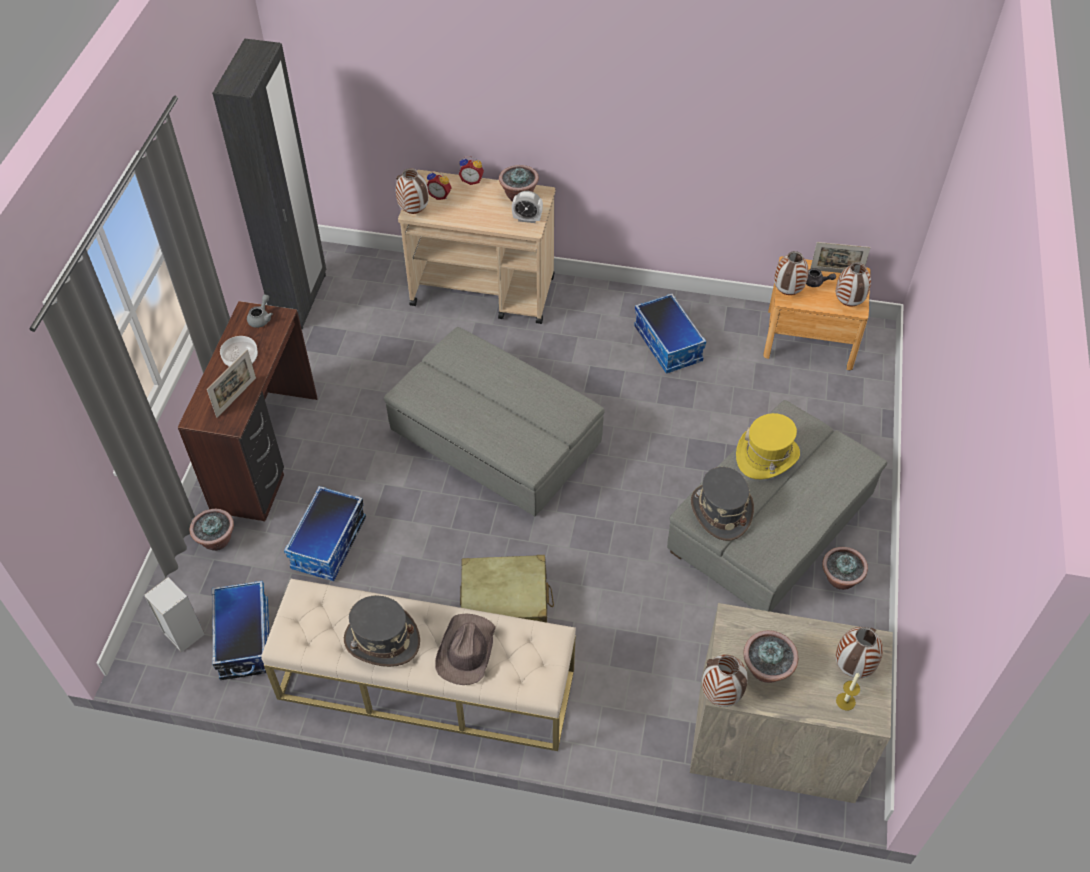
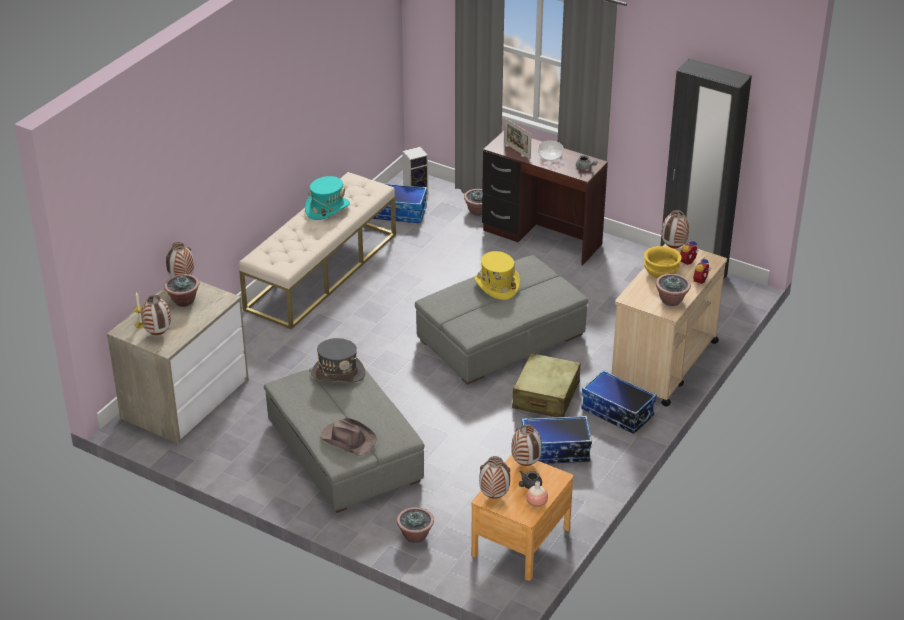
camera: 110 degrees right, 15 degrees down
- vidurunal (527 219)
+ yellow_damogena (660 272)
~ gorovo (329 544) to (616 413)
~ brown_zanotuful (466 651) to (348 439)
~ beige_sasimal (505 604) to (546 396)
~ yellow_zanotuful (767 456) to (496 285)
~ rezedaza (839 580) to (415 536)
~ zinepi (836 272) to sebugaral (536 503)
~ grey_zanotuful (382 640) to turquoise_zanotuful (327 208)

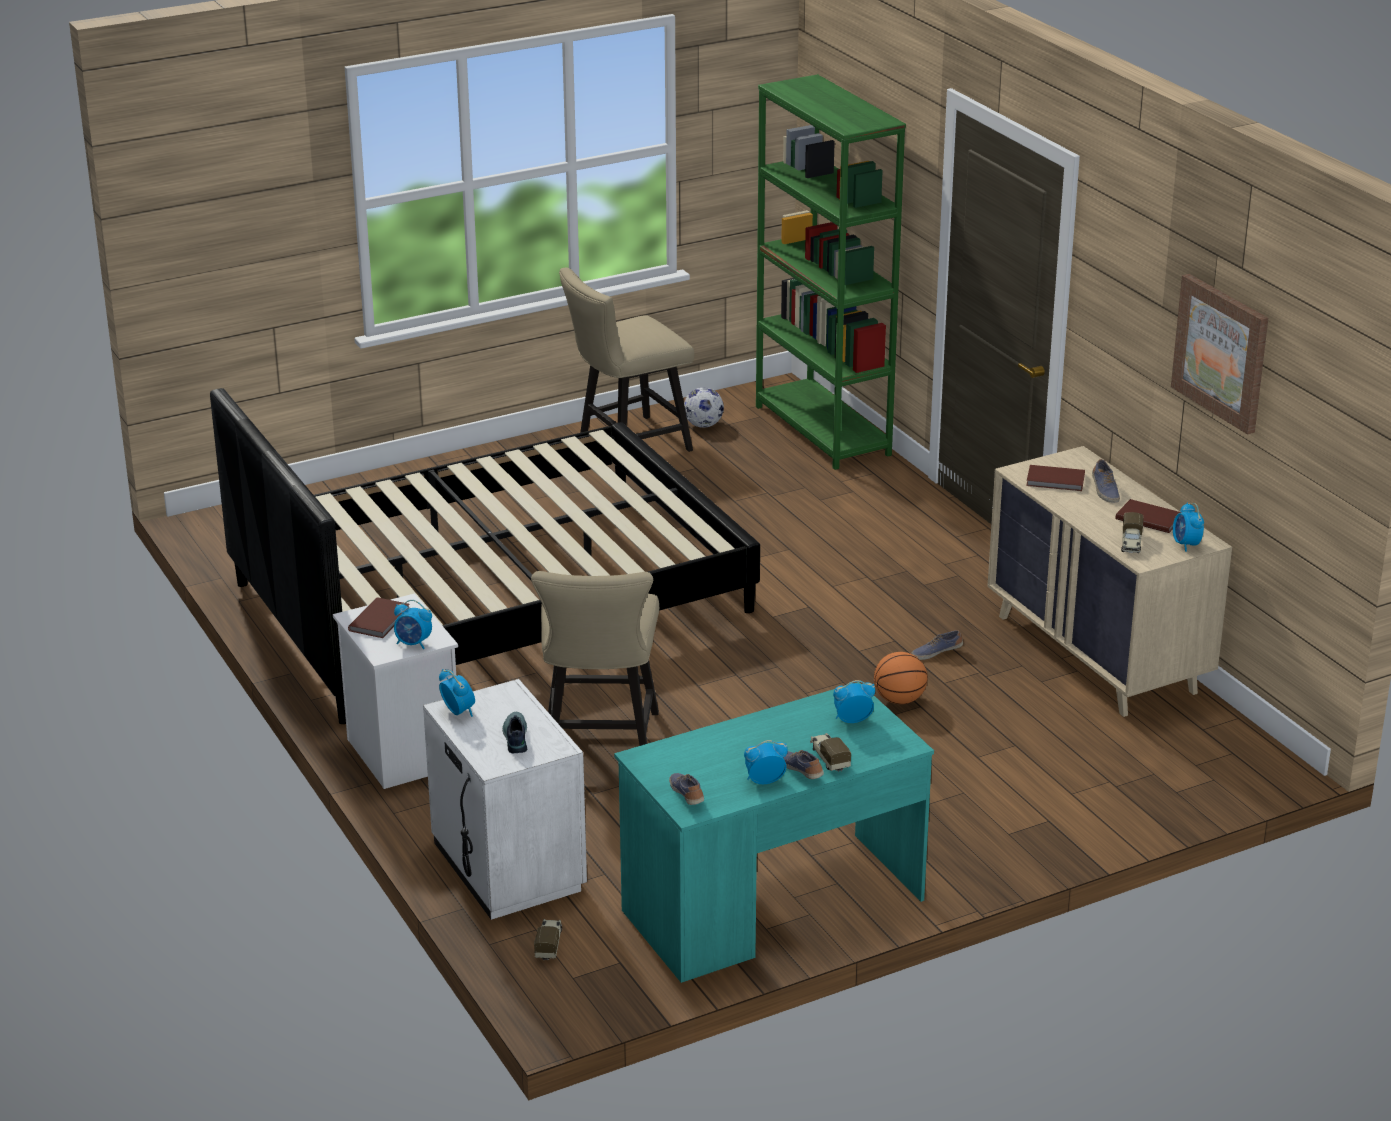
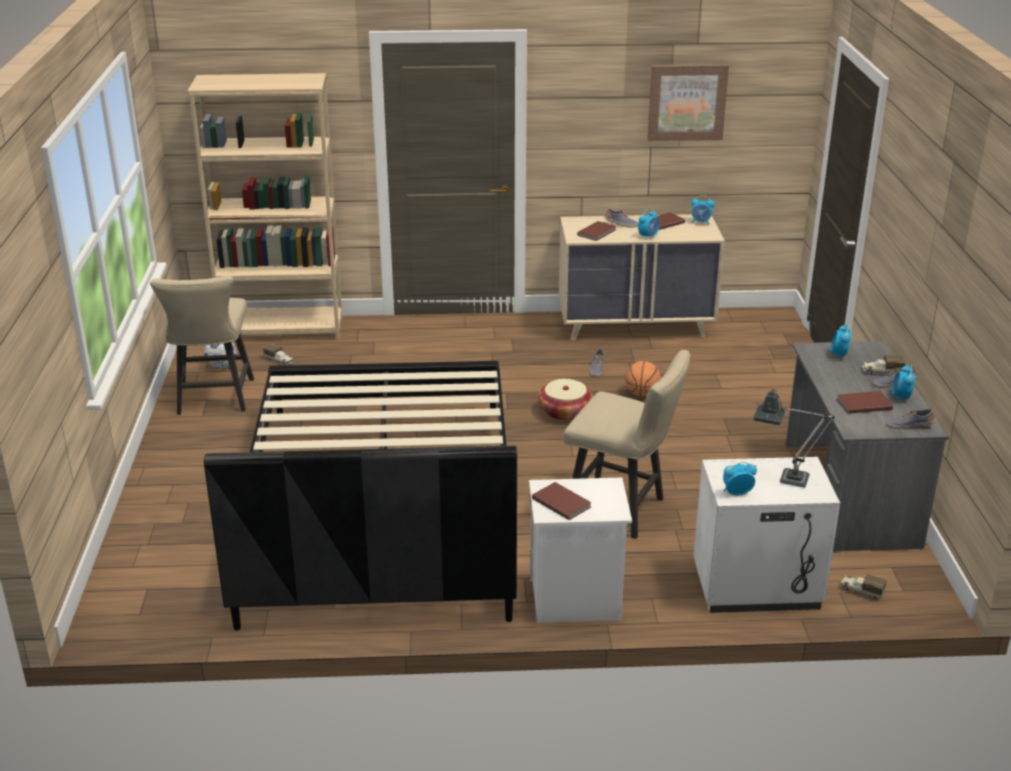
camera: 65 degrees left, 0 degrees up
+ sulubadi (565 412)
+ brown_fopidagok (863 404)
~ vidurunal (413 644) to (648 236)
~ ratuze (1131 544) to (279 361)
~ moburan (514 737) to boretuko (786 478)
~ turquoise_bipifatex (772 906) to grey_bipifatex (849 495)
~ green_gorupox (822 431) to beige_gorupox (282 330)

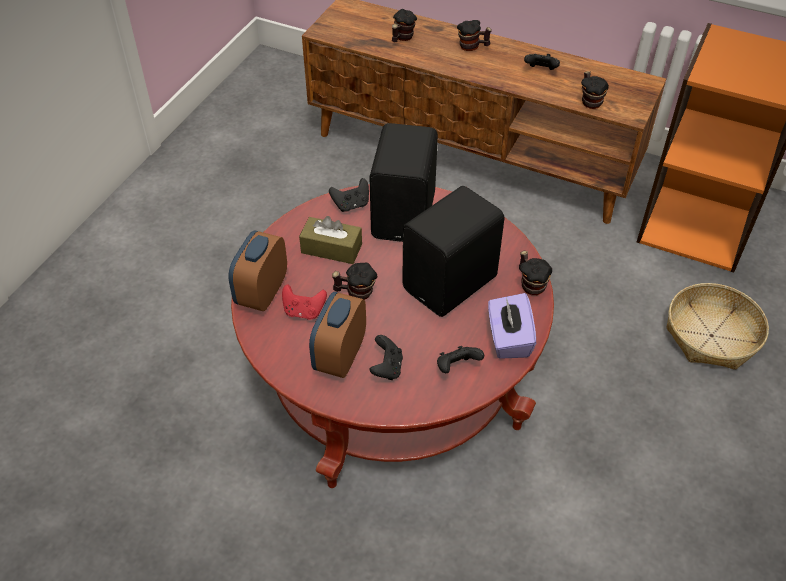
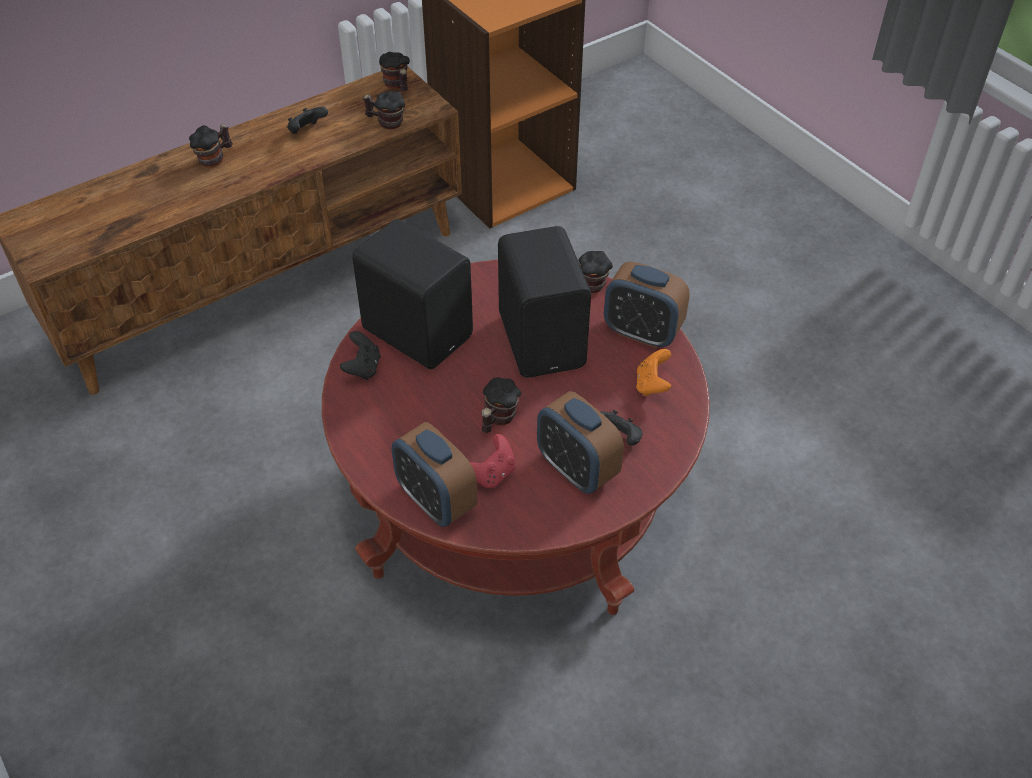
camera: 60 degrees left, 0 degrees up
- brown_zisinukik (331 248)
- sulubadi (712 336)
~ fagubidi (401 38) to (397 86)
~ purple_zisinukik (508 339) to vidurunal (642 332)
~ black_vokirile (457 367) to orange_vokirile (652 385)

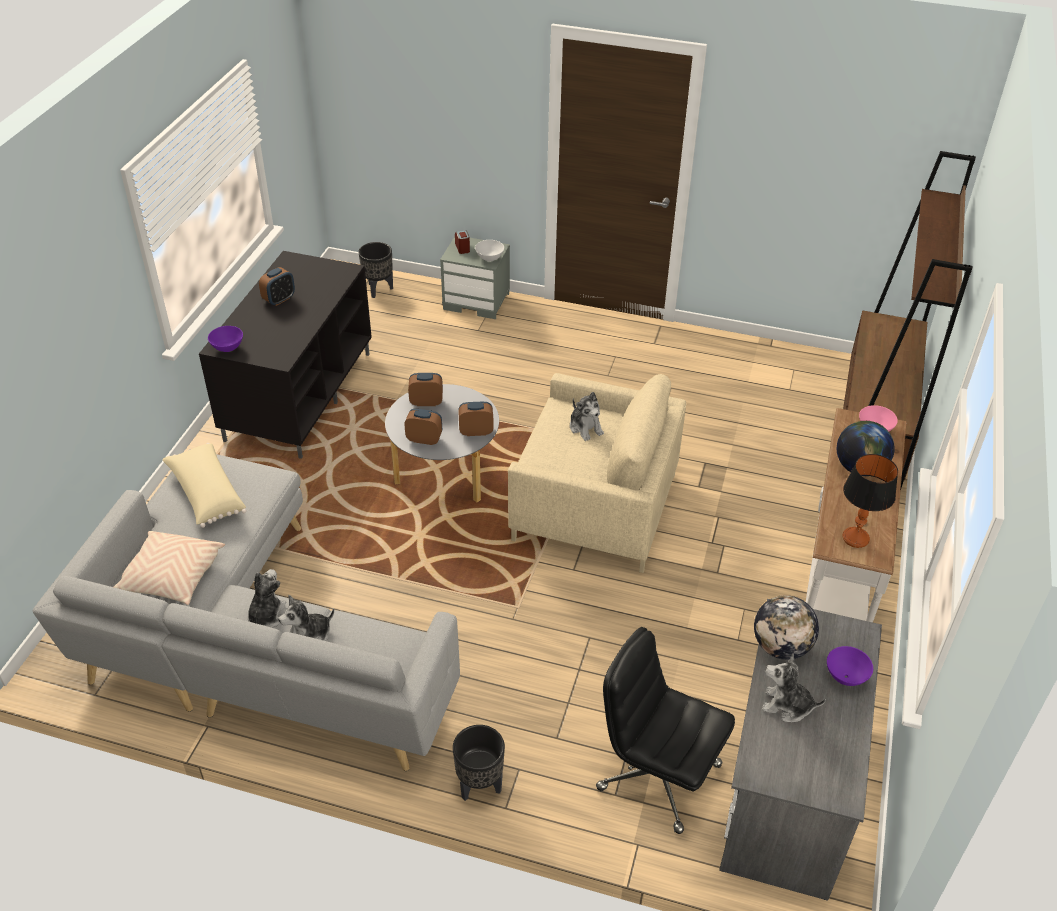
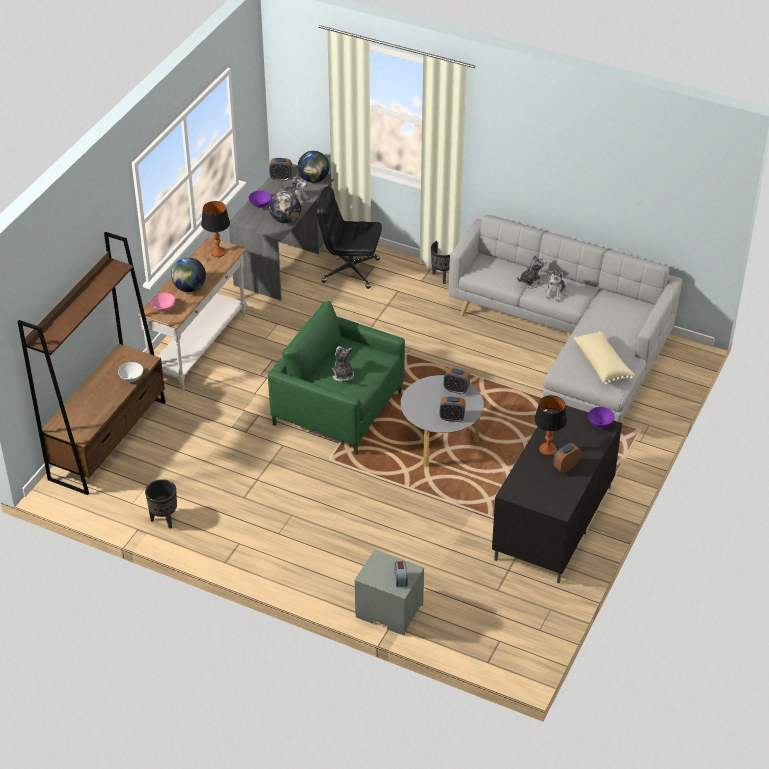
camera: 170 degrees left, 0 degrees up
- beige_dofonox (172 577)
+ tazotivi (314 179)
+ boretuko (547 449)
~ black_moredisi (379 290) to (164 519)
~ vidurunal (476 431) to (281 178)
~ white_damogena (489 259) to (132 379)
~ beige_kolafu (594 508) to green_kolafu (338 408)
~ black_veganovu (657 776) = (349 271) 150 degrees clockwise

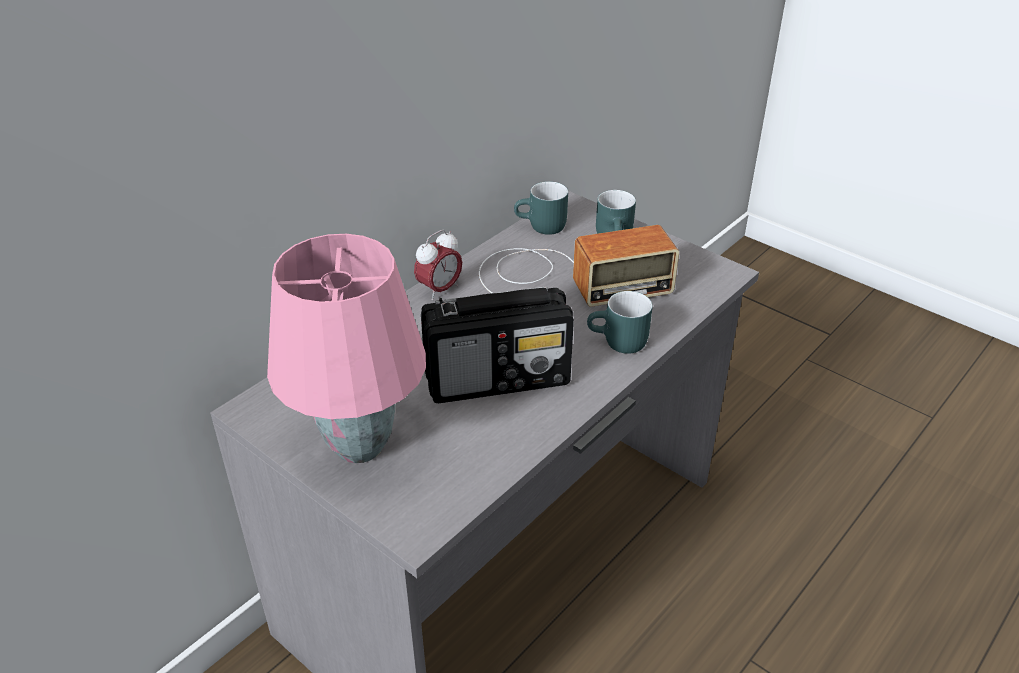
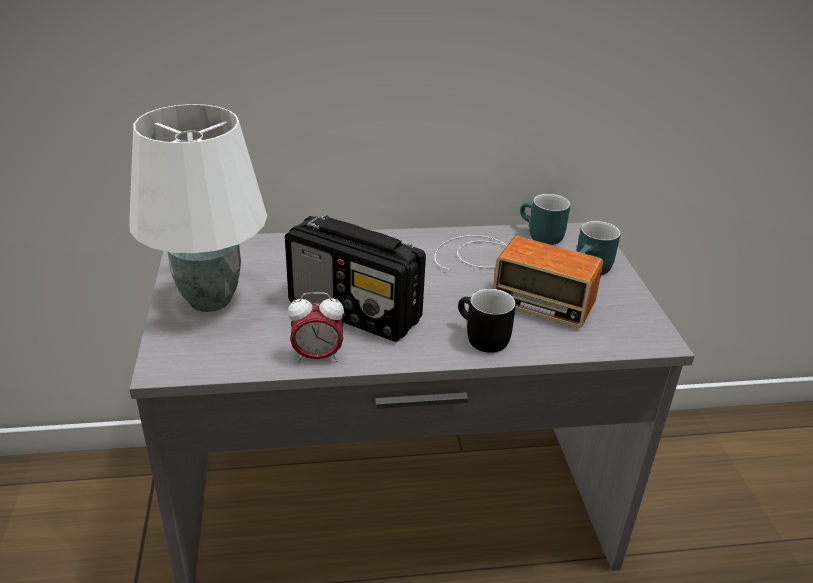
camera: 40 degrees right, 5 degrees down
~ vidurunal (439 290) to (317 356)
~ pink_boretuko (357 446) to white_boretuko (209 299)
~ turquoise_fagubidi (618 343) to black_fagubidi (480 339)

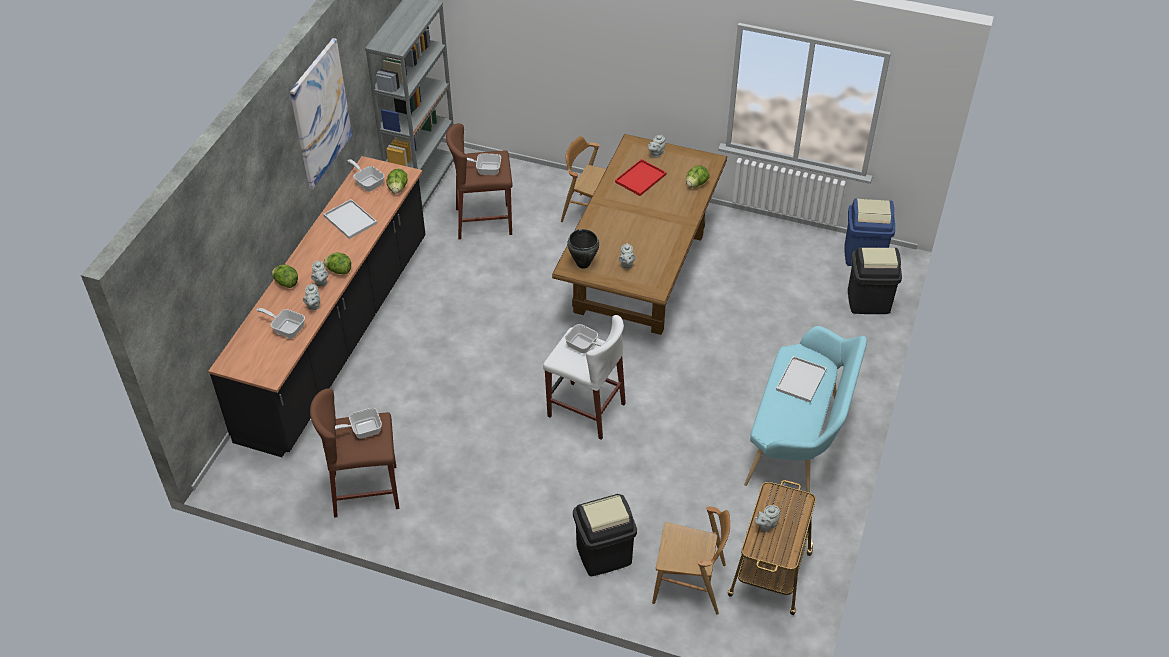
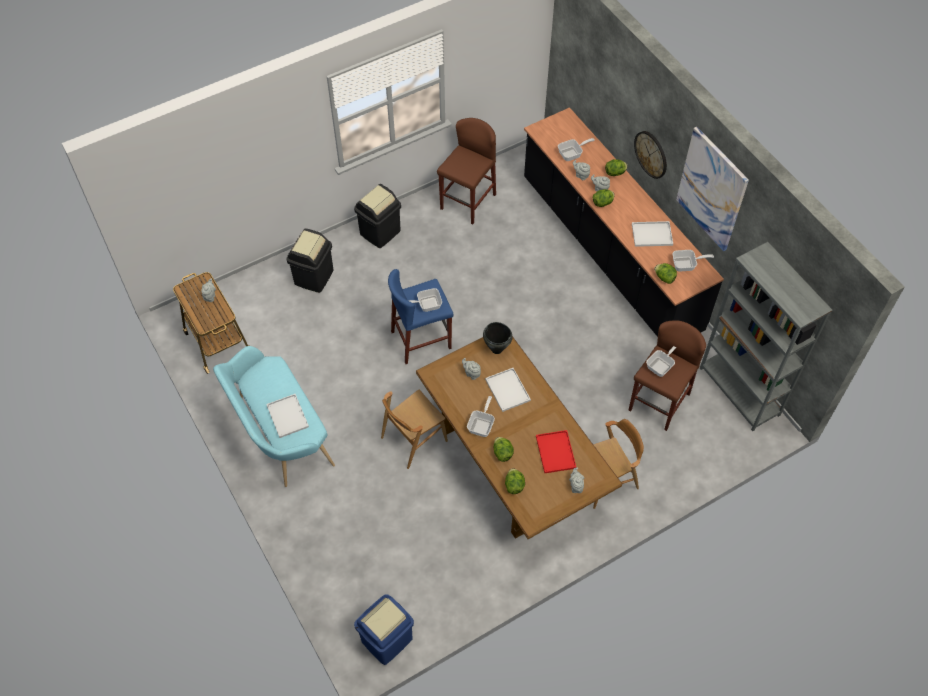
camera: 130 degrees right, 10 degrees up
+ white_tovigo (506 389)
+ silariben (502 453)
+ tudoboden (651 154)
~ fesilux (362 430) to (482 424)
~ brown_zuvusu (689 584) to (413 439)
~ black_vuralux (868 301) to (380 232)
~ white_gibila (586 410) to blue_gibila (421 340)

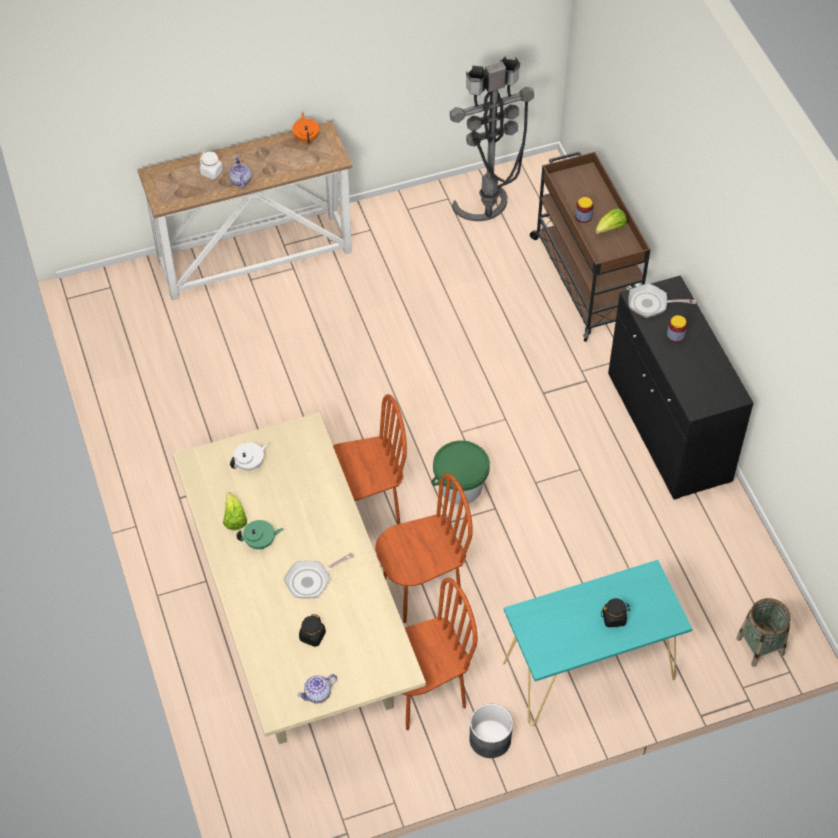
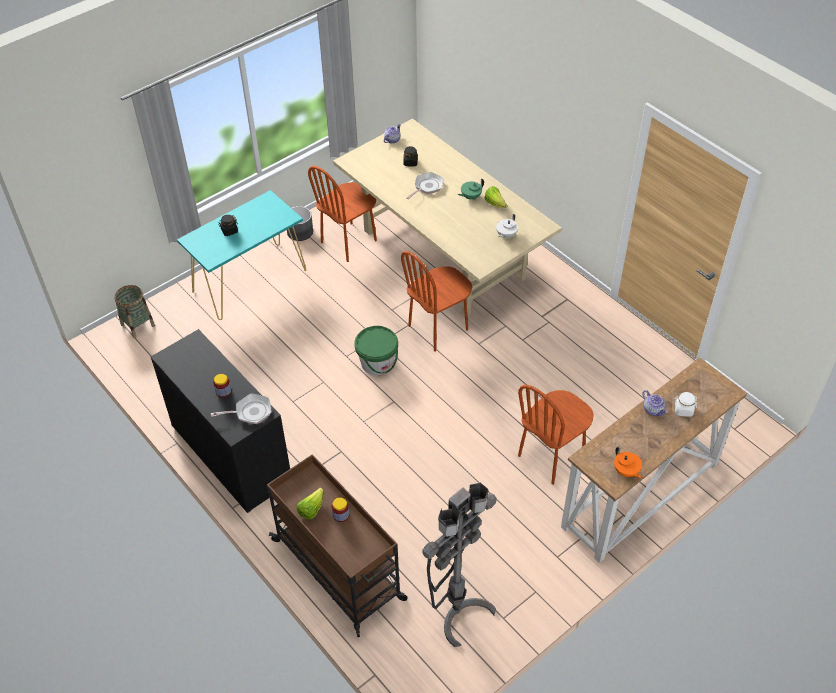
camera: 160 degrees right, 5 degrees down
~ brown_zuvusu (422 590) to (551 456)

